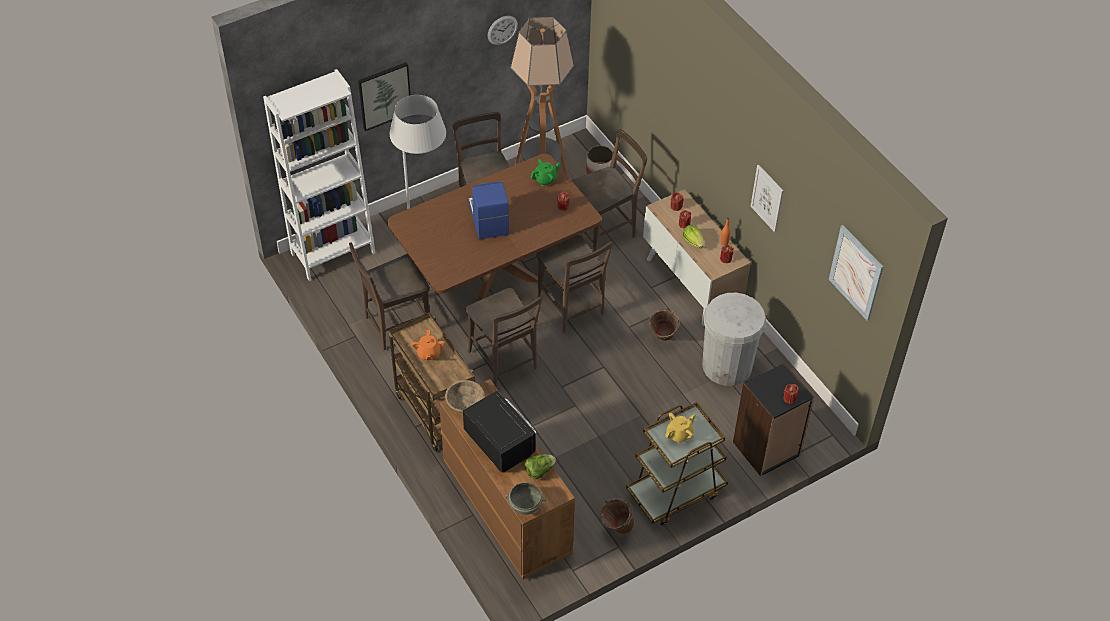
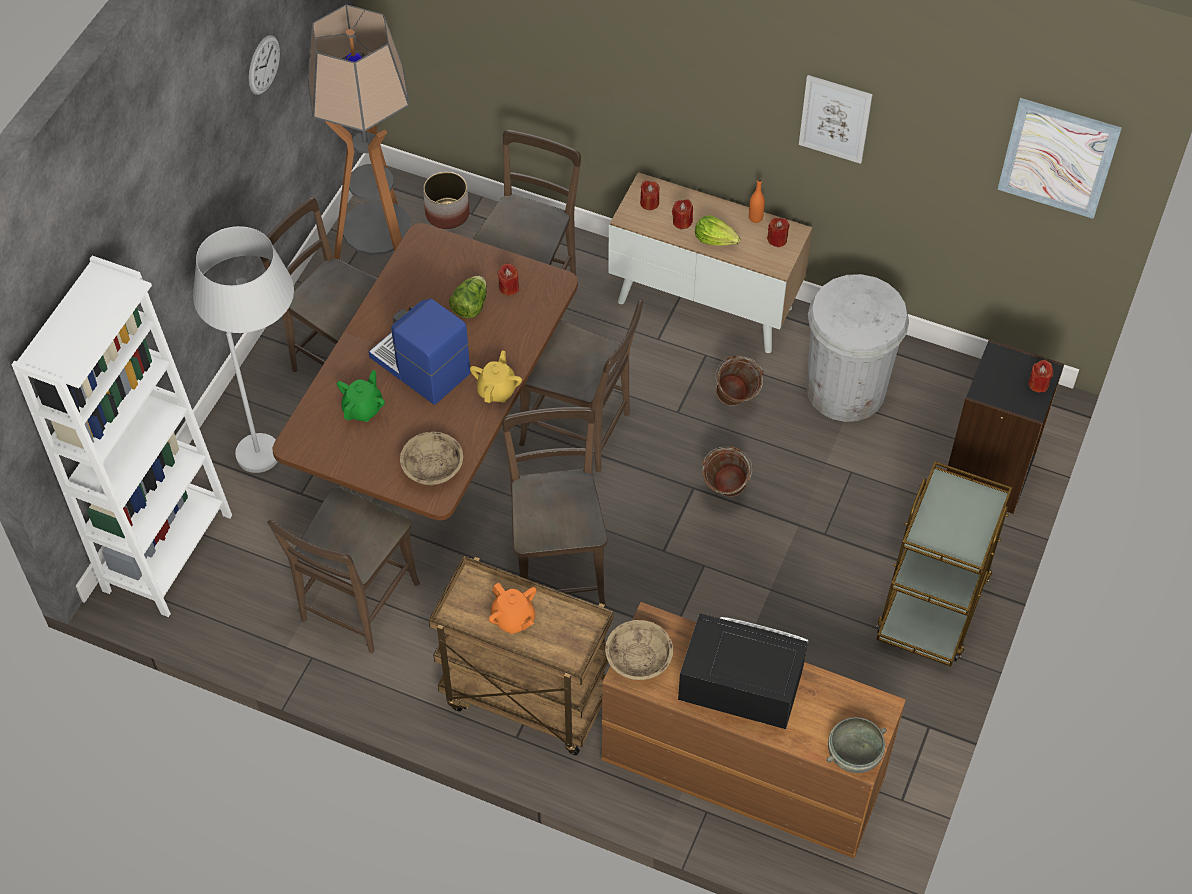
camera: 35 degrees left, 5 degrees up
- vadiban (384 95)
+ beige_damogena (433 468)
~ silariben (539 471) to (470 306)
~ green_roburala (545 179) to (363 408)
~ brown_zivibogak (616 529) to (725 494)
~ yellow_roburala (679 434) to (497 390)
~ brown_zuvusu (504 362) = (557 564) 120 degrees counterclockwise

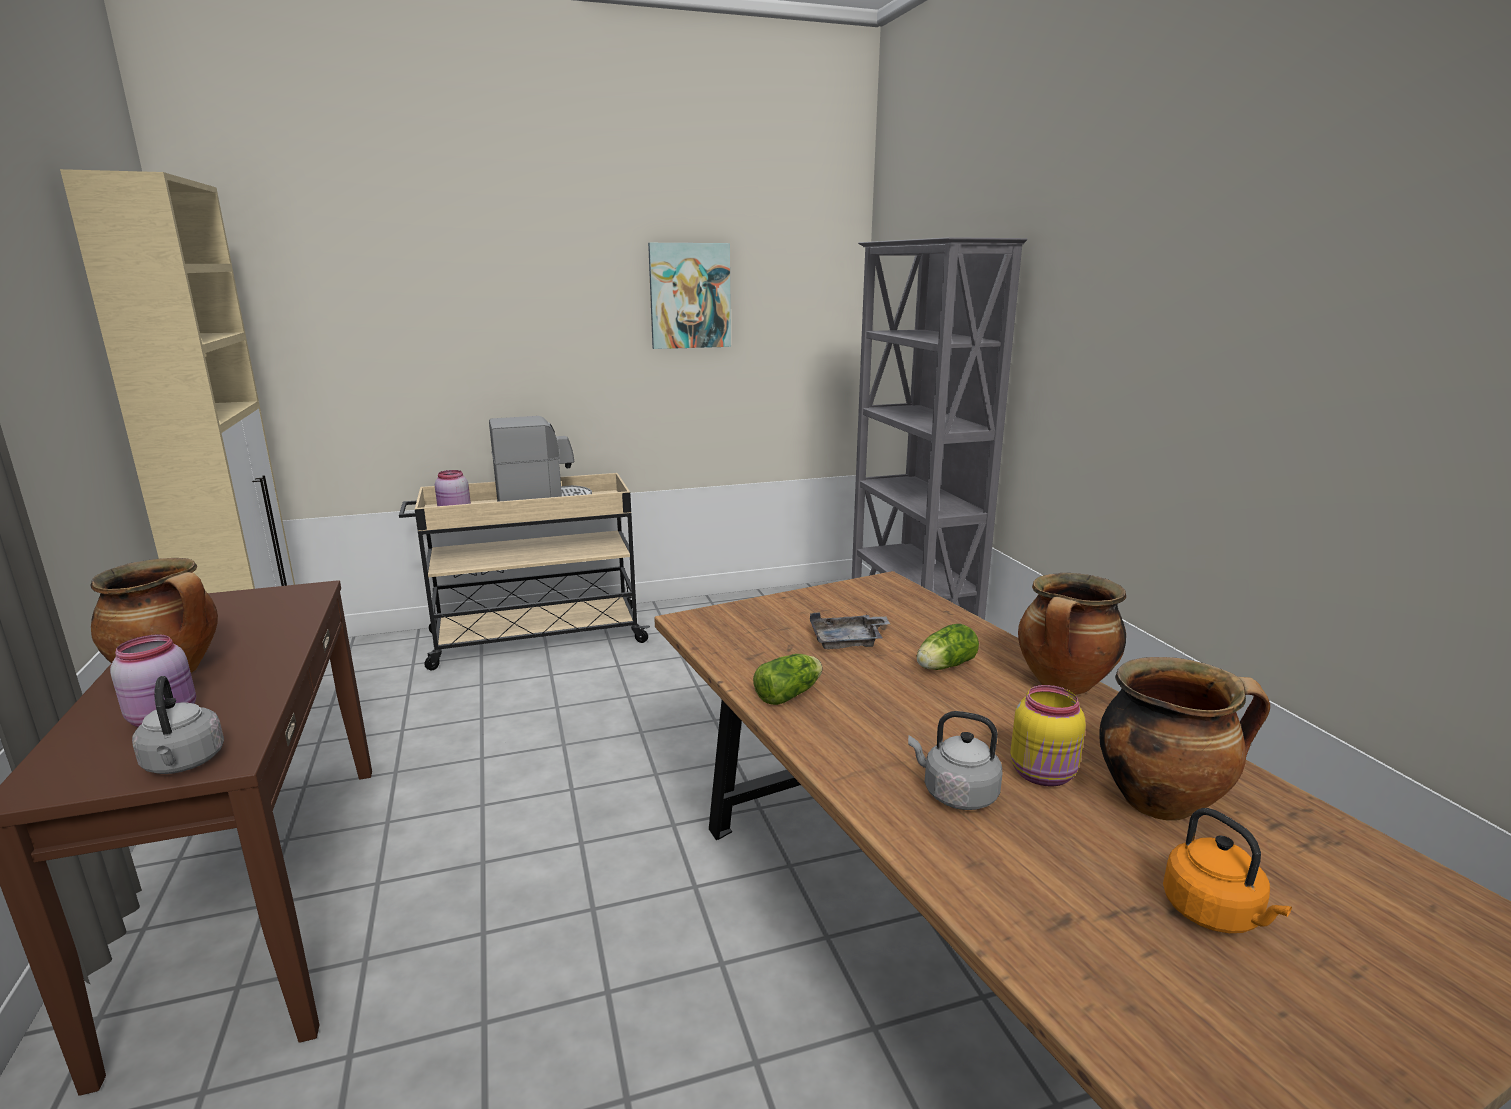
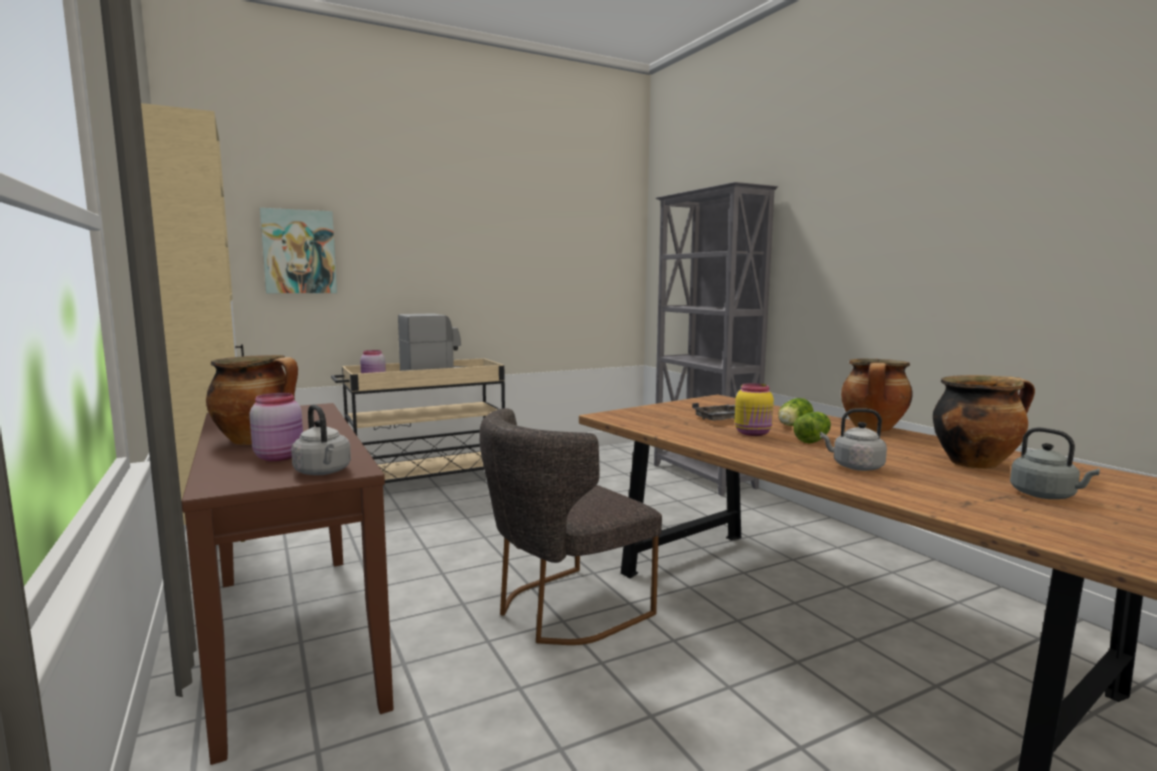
camera: 10 degrees left, 10 degrees down
+ grey_zuvusu (563 611)
~ vadiban (689 296) to (299 252)
~ silariben (790 694) to (813 439)
~ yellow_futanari (1044 775) to (753 433)
~ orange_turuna (1215 914) to grey_turuna (1046 496)

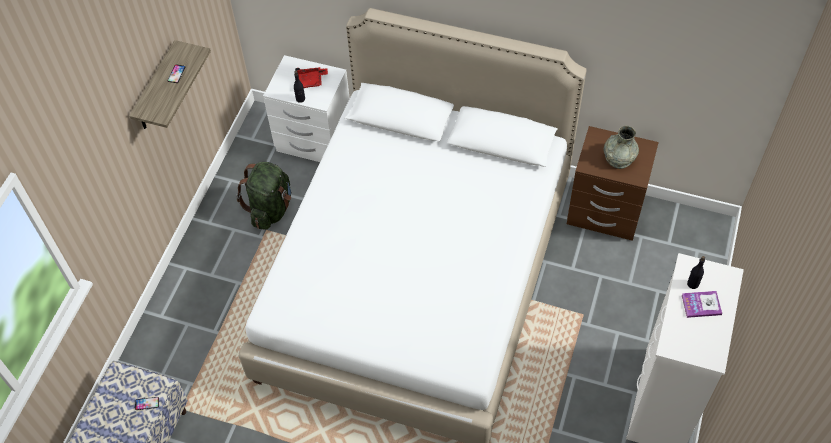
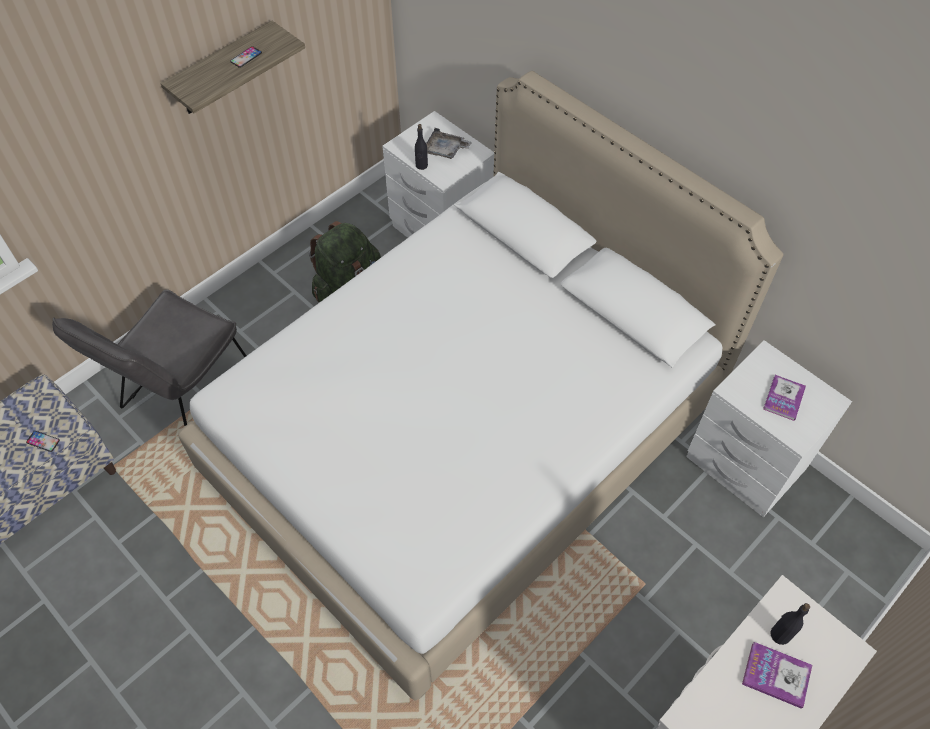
camera: 25 degrees right, 0 degrees up
+ grey_zuvusu (182 396)
~ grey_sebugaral (619 157) to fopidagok (783 398)
~ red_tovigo (310 81) to grey_tovigo (445 150)
~ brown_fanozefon (604 212) to white_fanozefon (744 464)

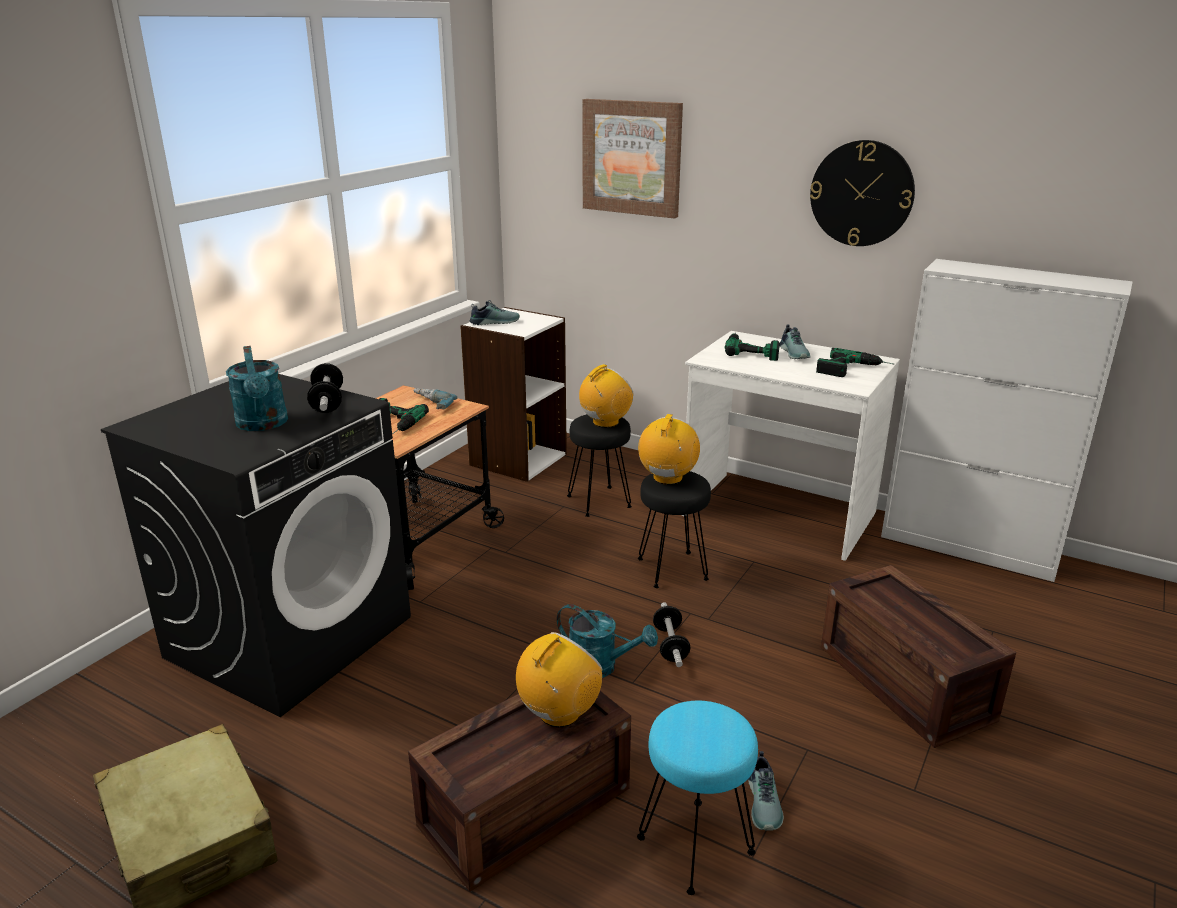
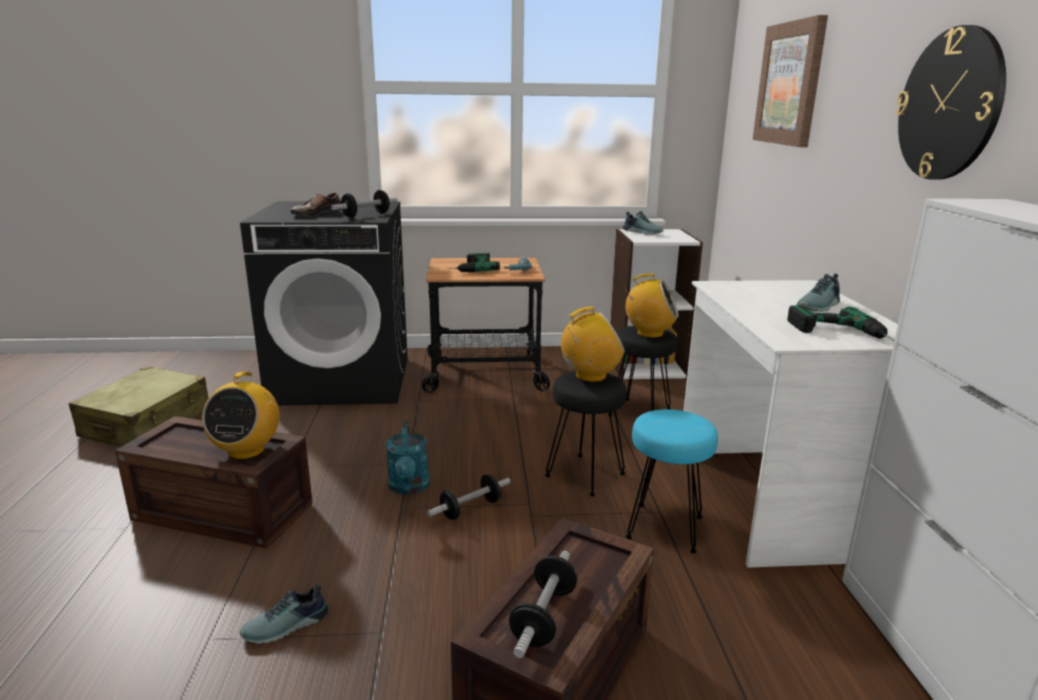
camera: 55 degrees right, 5 degrees down
- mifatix (752 349)
+ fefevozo (543 617)
~ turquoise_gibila (696 847) to (664 528)
~ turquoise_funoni (263 425) to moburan (315 214)
~ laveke (559 713) = (246 451) 90 degrees clockwise

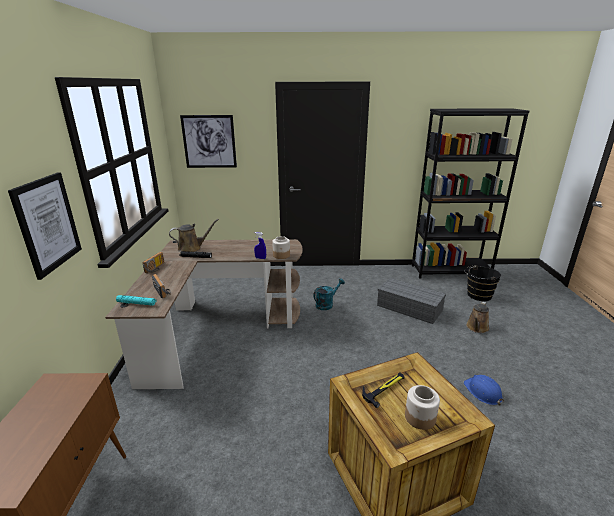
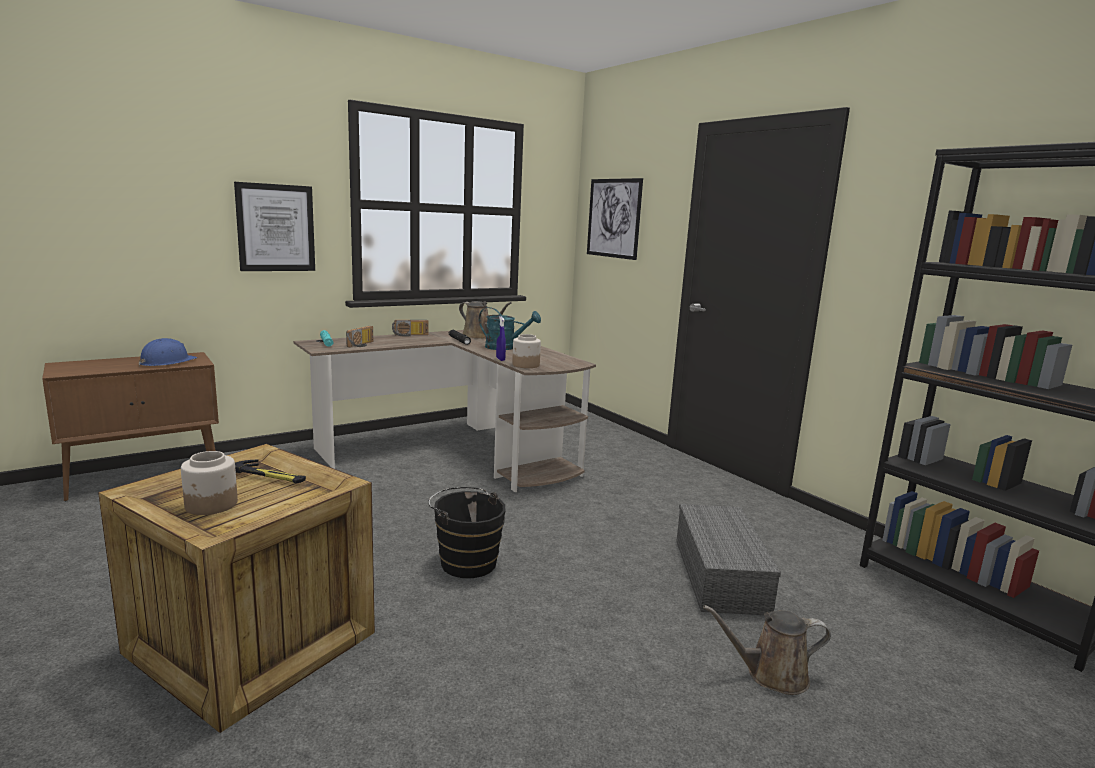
camera: 55 degrees right, 10 degrees down
~ turquoise_funoni (327 304) to (505 348)
~ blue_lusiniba (483 392) to (167 362)
~ black_zivibogak (477 295) to (466 561)

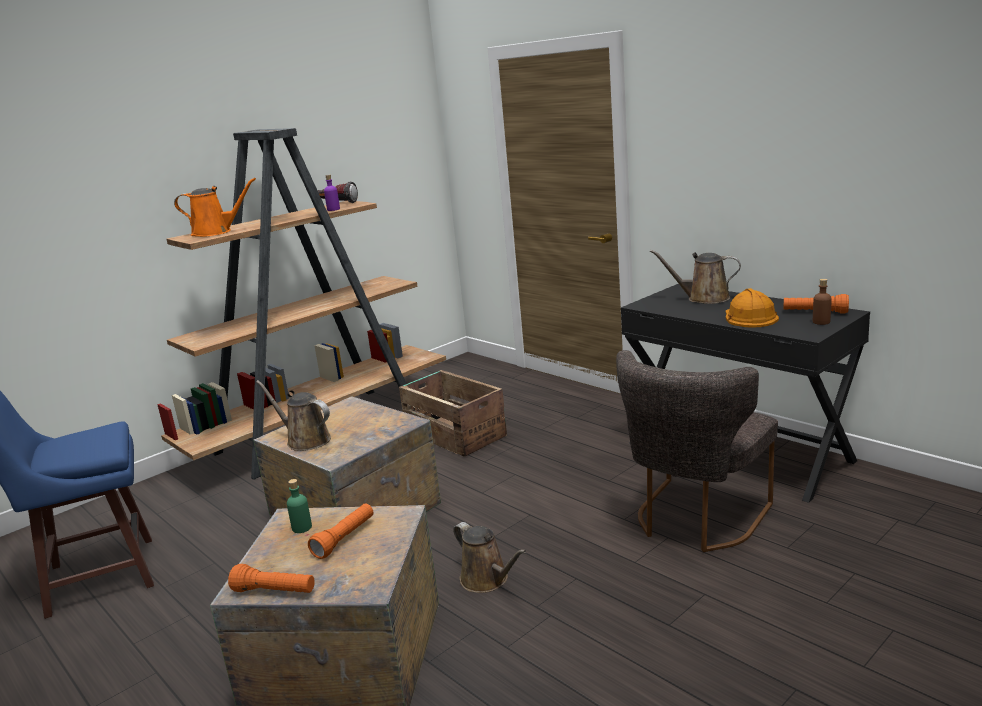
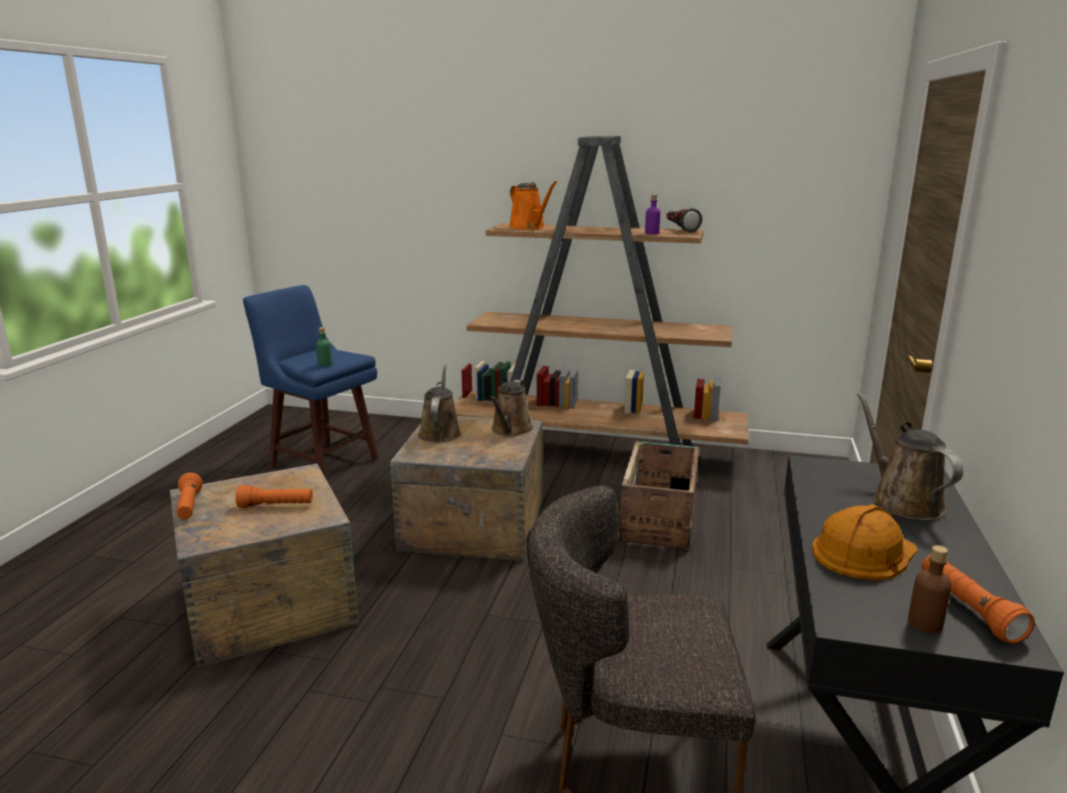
camera: 55 degrees right, 0 degrees up
~ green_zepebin (302 527) to (325 364)
~ brown_funoni (487 580) to (510 430)

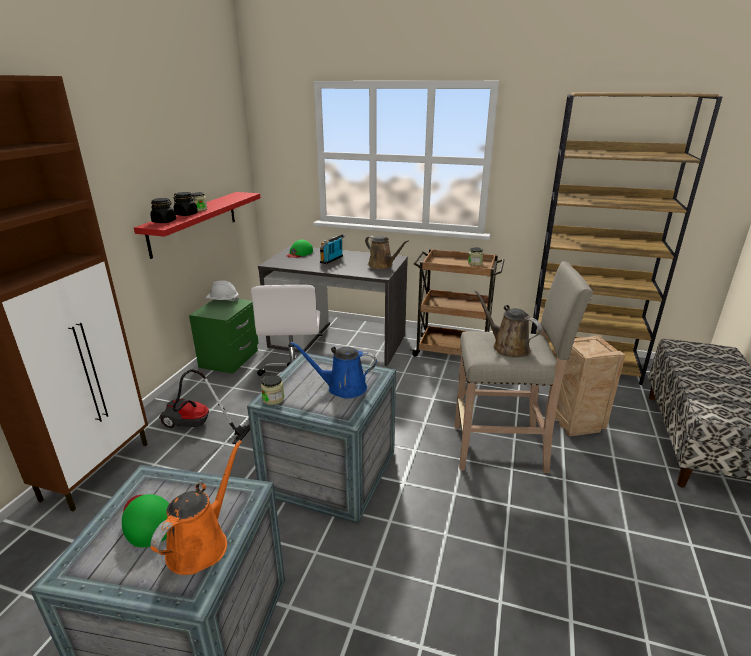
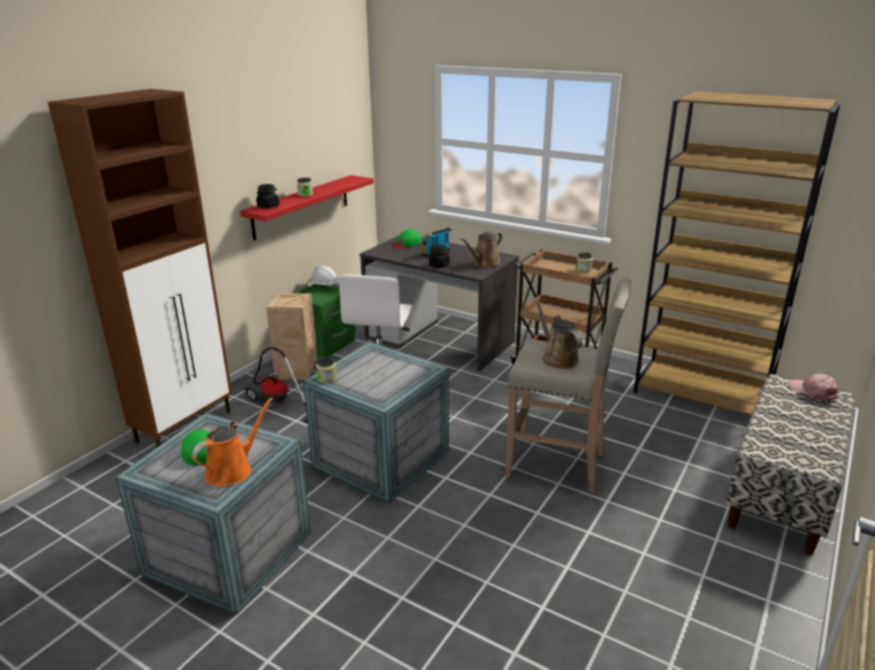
camera: 15 degrees right, 0 degrees up
- blue_funoni (342 388)
+ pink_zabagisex (813 391)
~ black_futanari (186 214) to (439 265)
~ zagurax (576 424) to (297 372)
~ brown_funoni (382 265) = (485 264) 75 degrees clockwise

